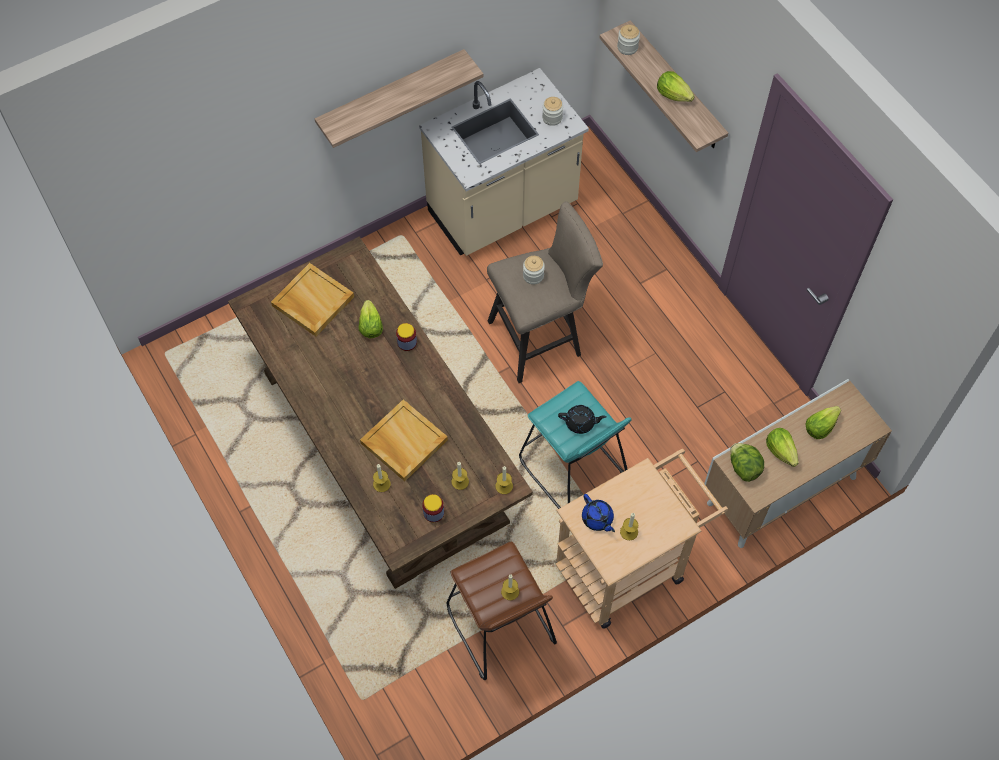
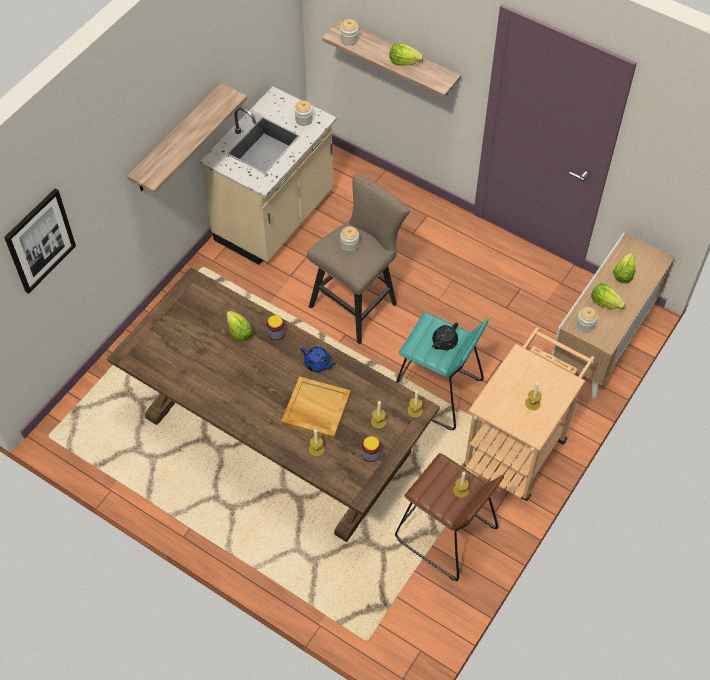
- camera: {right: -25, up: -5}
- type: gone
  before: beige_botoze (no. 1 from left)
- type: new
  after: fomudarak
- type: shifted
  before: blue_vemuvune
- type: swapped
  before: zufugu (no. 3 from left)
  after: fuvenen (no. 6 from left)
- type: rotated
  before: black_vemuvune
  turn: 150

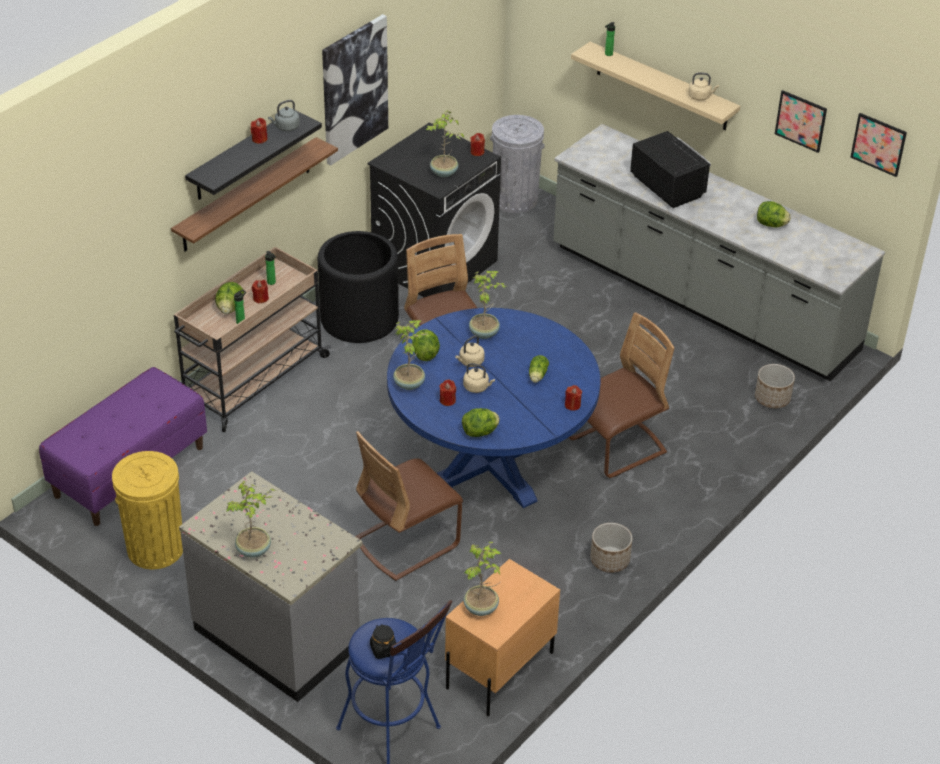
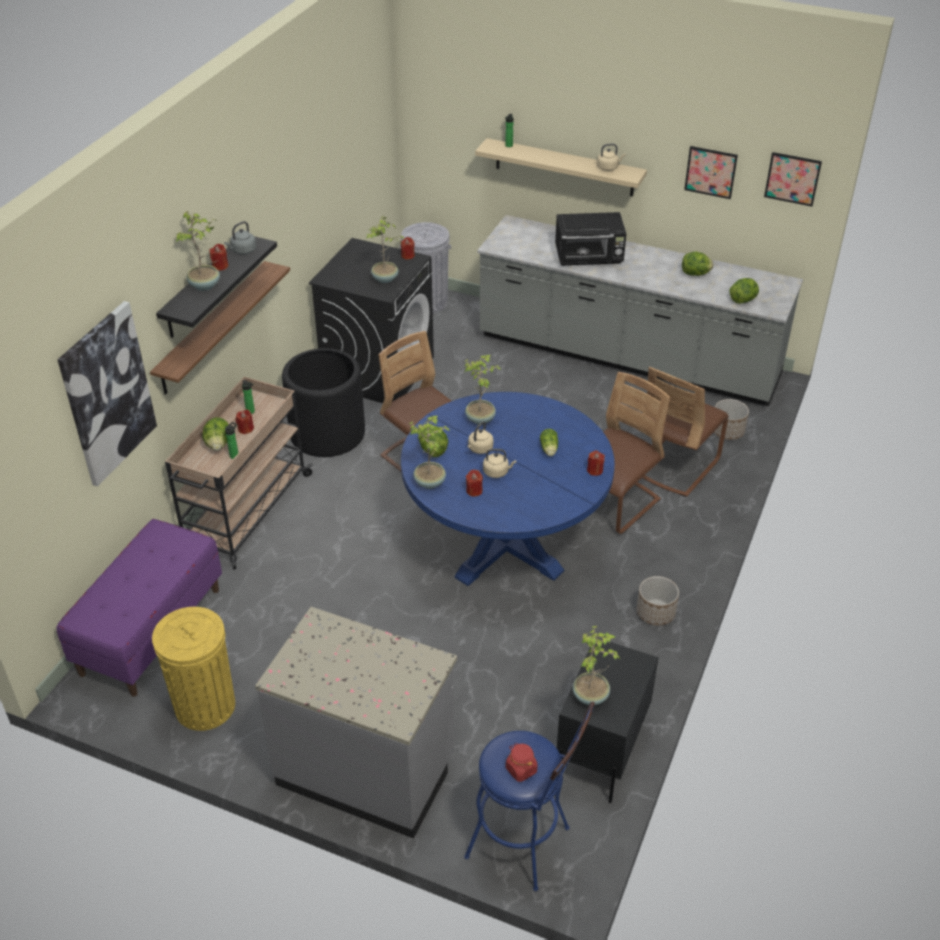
- camera: {right: -15, up: 0}
- type: shifted
  before: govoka (no. 1 from left)
- type: shifted
  before: fomudarak (no. 1 from left)
- type: shifted
  before: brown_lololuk (no. 1 from left in the first image)
  after: brown_lololuk (no. 3 from left)
- type: shifted
  before: zufugu (no. 3 from left in the first image)
  after: zufugu (no. 5 from left)
- type: repainted
  before: black_fuvenen
  after: red_fuvenen
- type: repainted
  before: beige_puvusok
  after: black_puvusok
- type: rotated
  before: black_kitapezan
  turn: 135

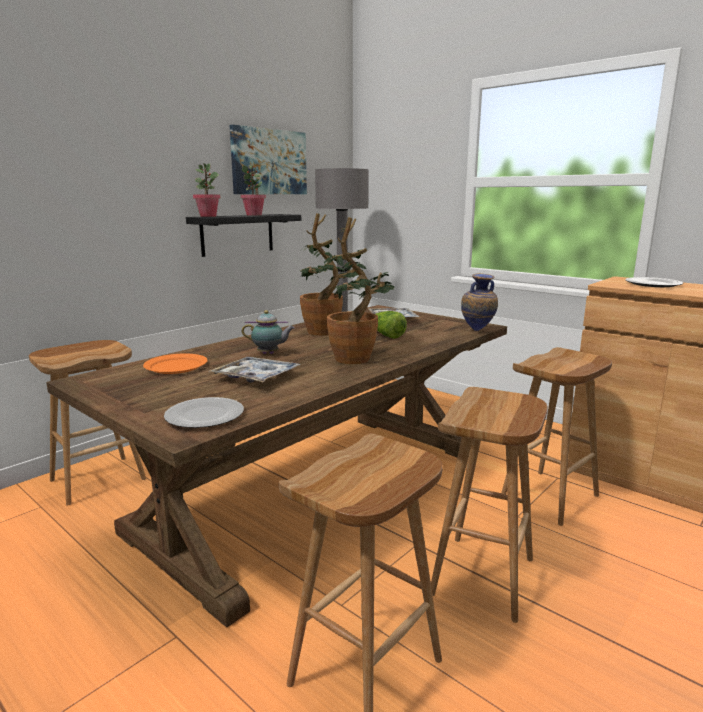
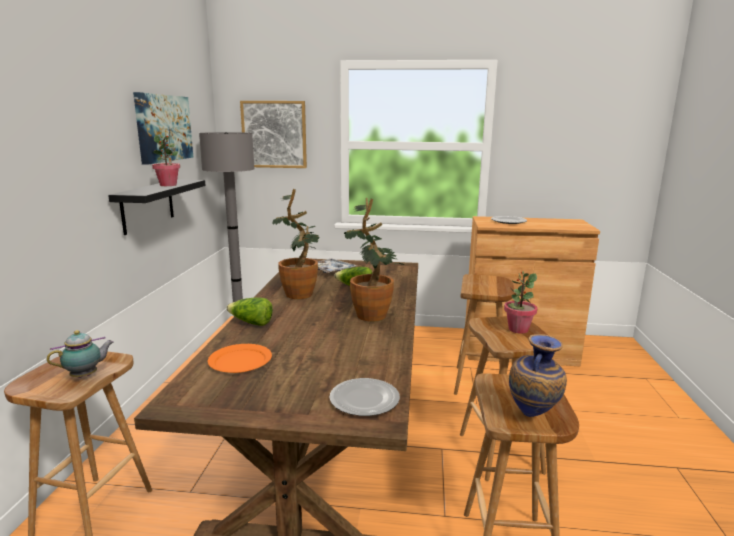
- camera: {right: -35, up: 0}
- type: gone
  before: botoze (no. 1 from left)
- type: new
  after: zufugu (no. 1 from left)
- type: new
  after: fomudarak (no. 2 from left)
- type: shifted
  before: govoka (no. 1 from left in the first image)
  after: govoka (no. 4 from left)
- type: shifted
  before: vemuvune
- type: shifted
  before: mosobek

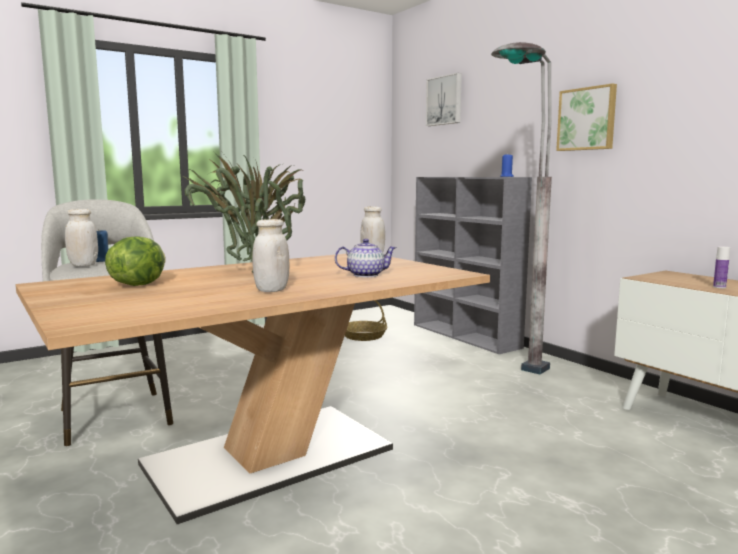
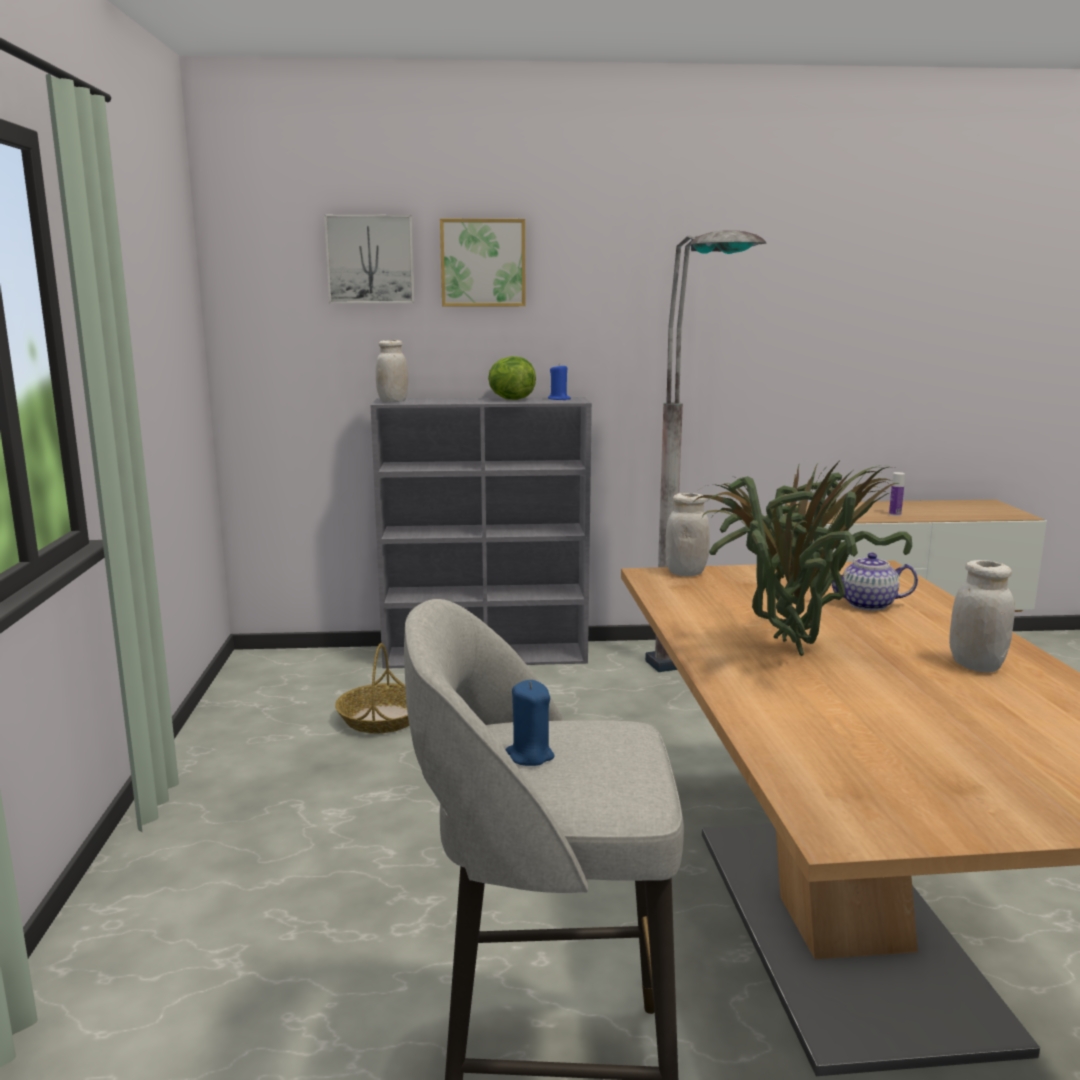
- camera: {right: -60, up: 5}
- type: shifted
  before: white_fuvenen (no. 1 from left)
- type: shifted
  before: zufugu
- type: shifted
  before: fomudarak (no. 2 from left)
- type: rotated
  before: vemuvune
  turn: -105

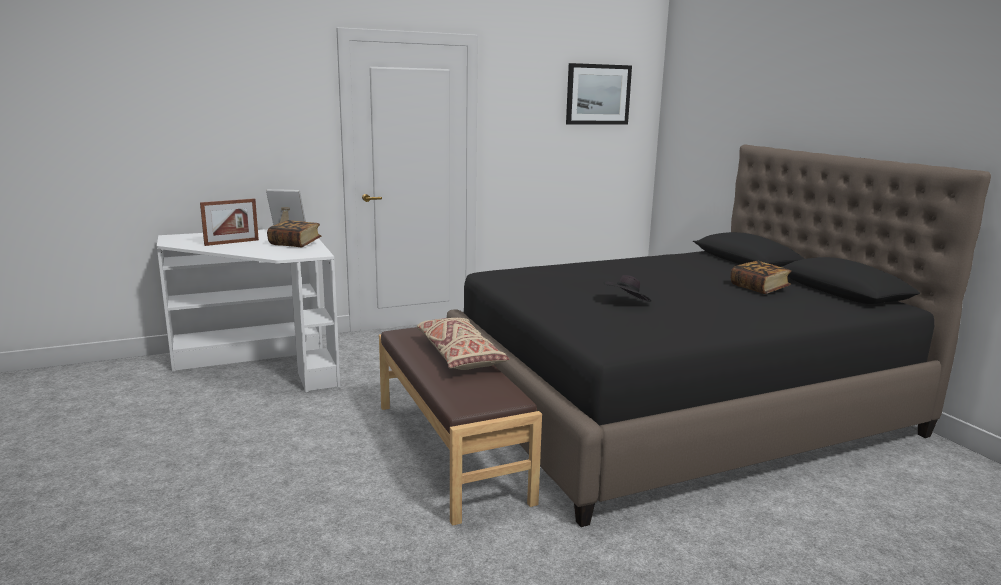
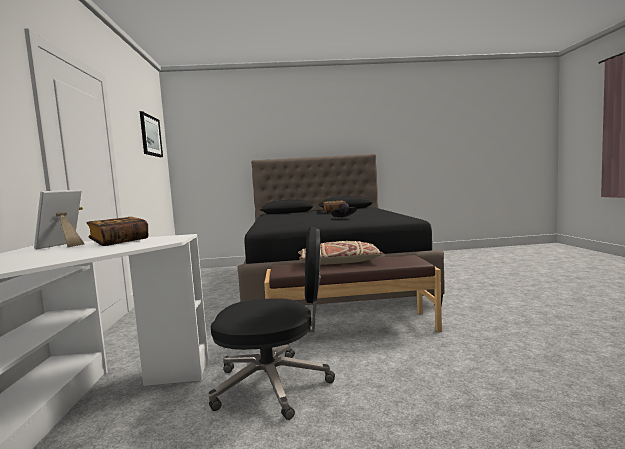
- camera: {right: -70, up: -10}
- type: gone
  before: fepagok (no. 1 from left)
- type: new
  after: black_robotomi

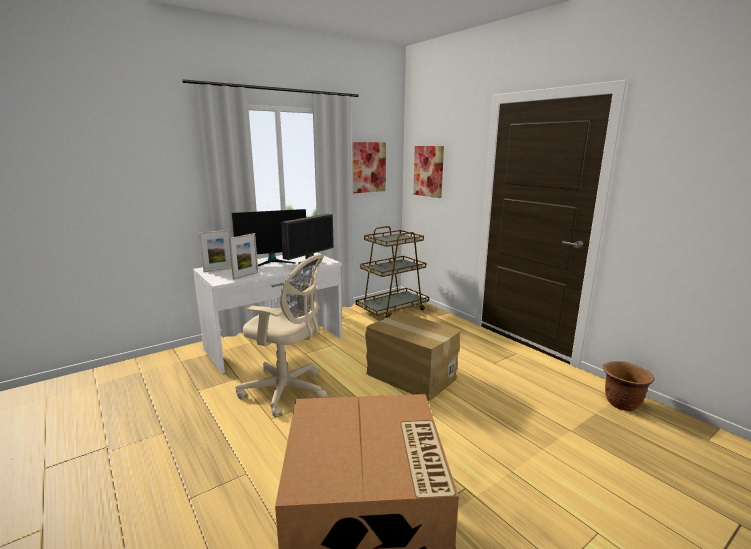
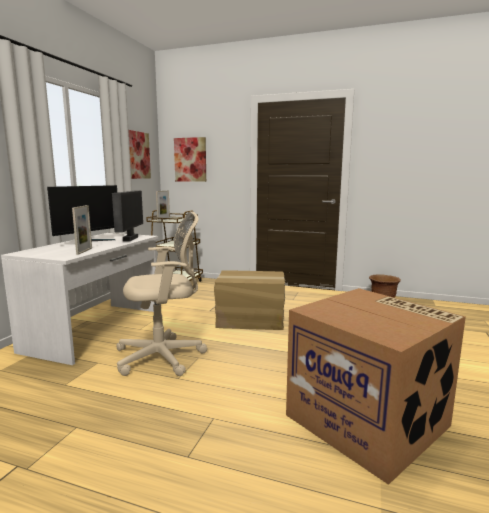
- camera: {right: -35, up: -5}
- type: shifted
  before: fepagok (no. 1 from left in the first image)
  after: fepagok (no. 2 from left)

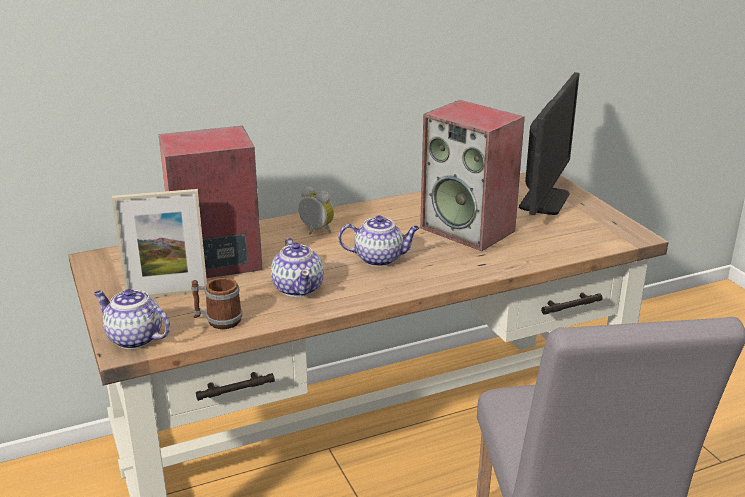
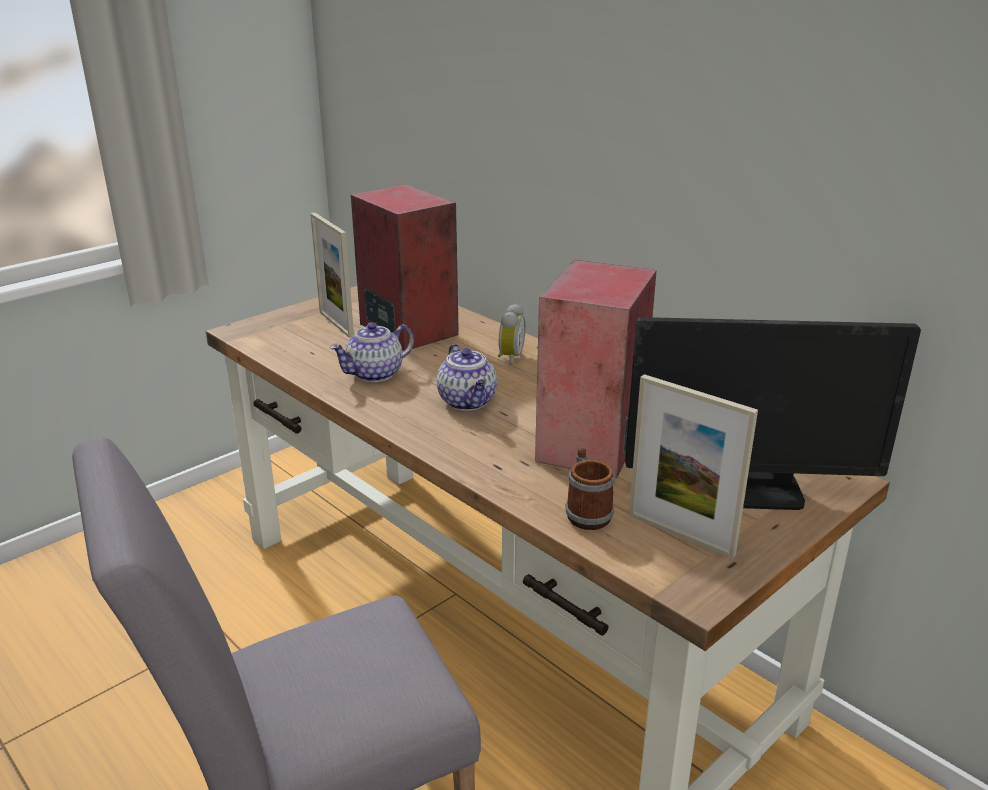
- camera: {right: 70, up: 0}
- type: gone
  before: vemuvune (no. 1 from left)
- type: new
  after: fepagok (no. 2 from left)
- type: shifted
  before: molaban

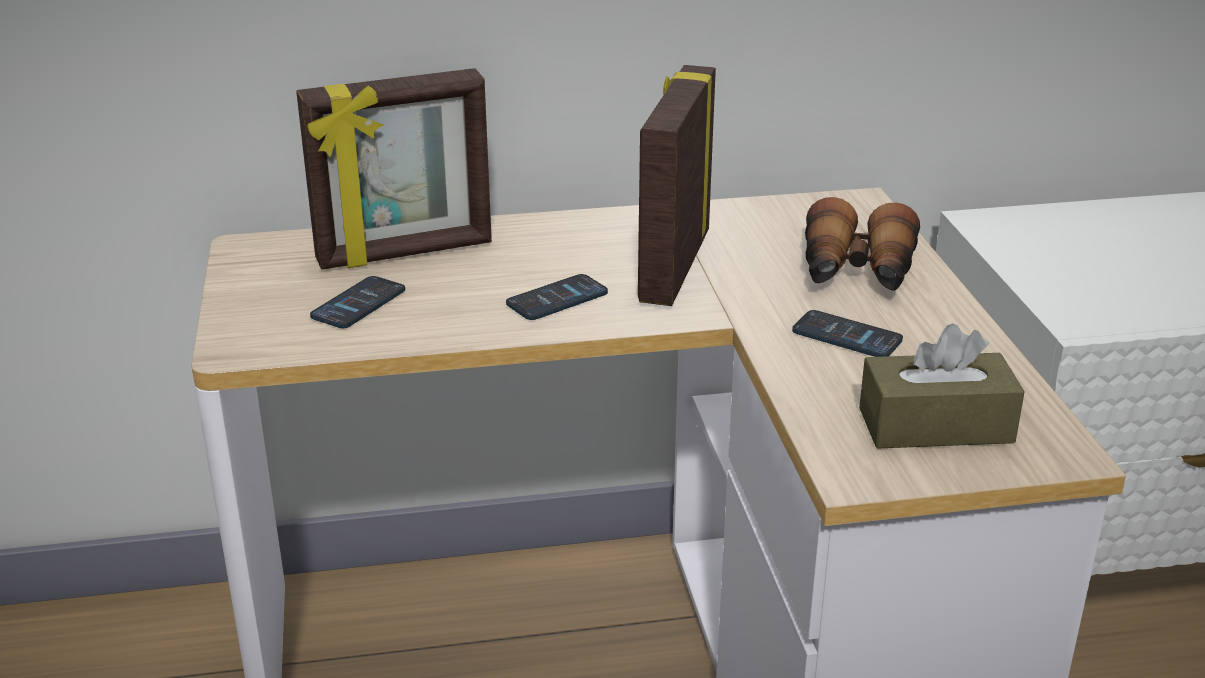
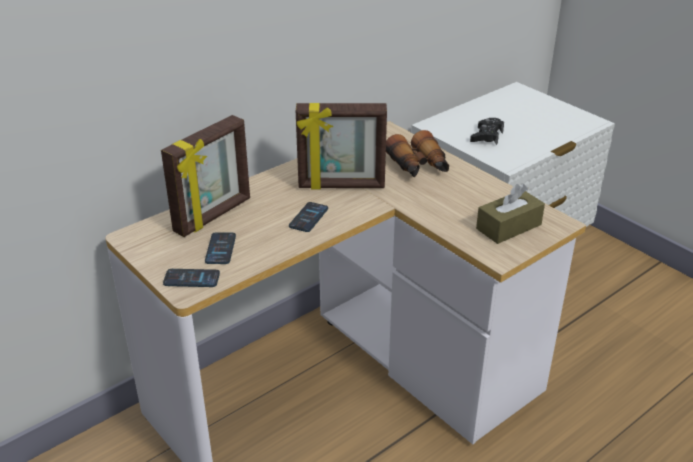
- camera: {right: -30, up: 5}
- type: new
  after: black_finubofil
- type: shifted
  before: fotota (no. 3 from left in the first image)
  after: fotota (no. 1 from left)
- type: rotated
  before: fepagok (no. 2 from left)
  turn: -75

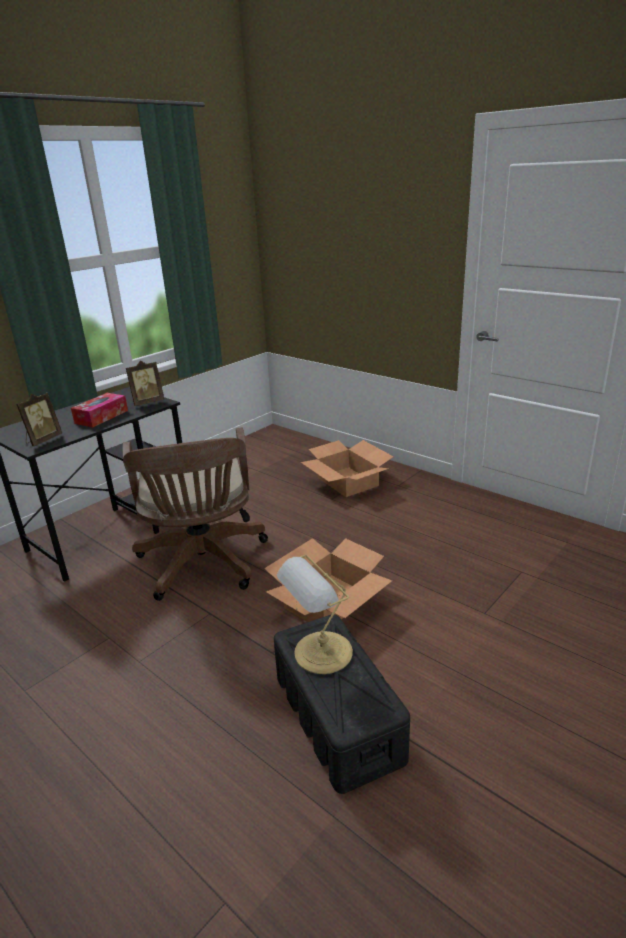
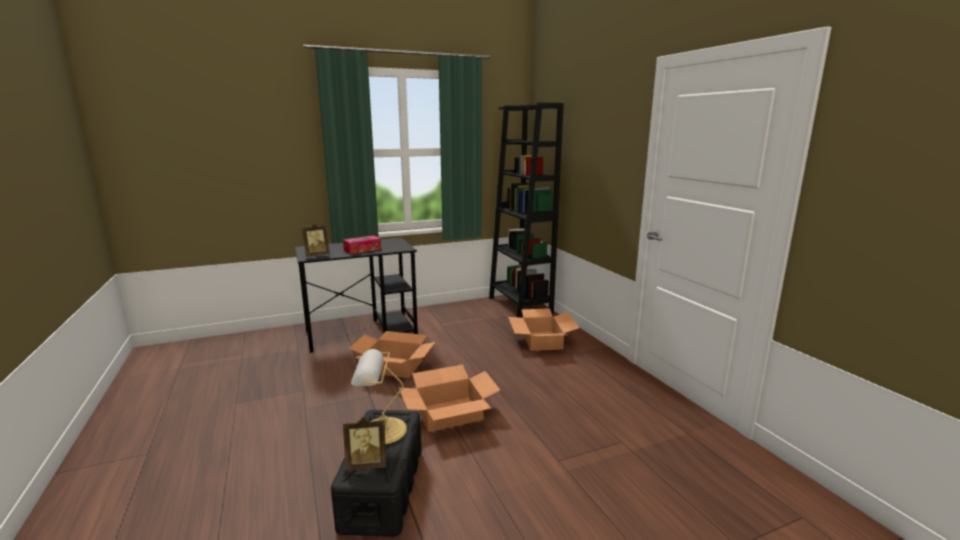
- camera: {right: 25, up: -10}
- type: new
  after: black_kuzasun
- type: shifted
  before: fepagok (no. 2 from left)
- type: swapped
  before: brown_robotomi
  after: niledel (no. 1 from left)

